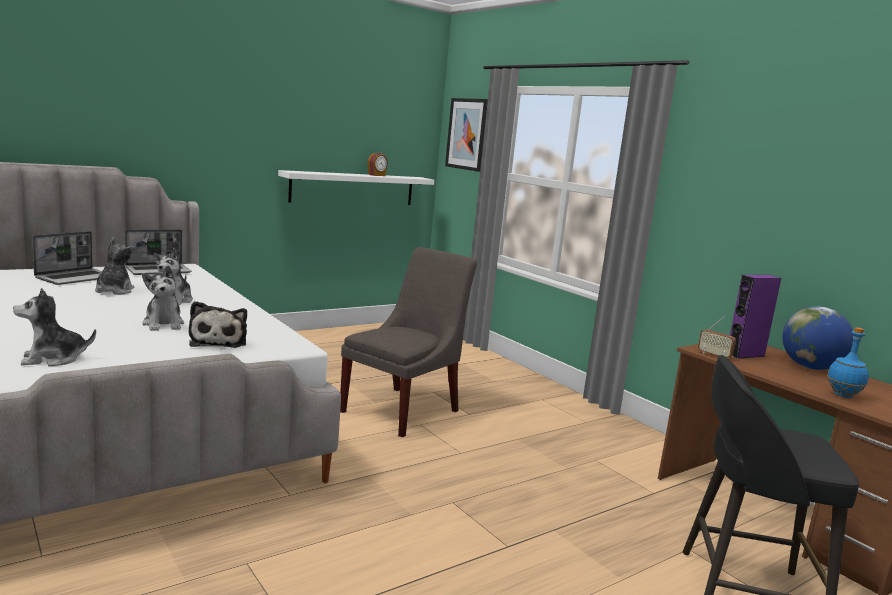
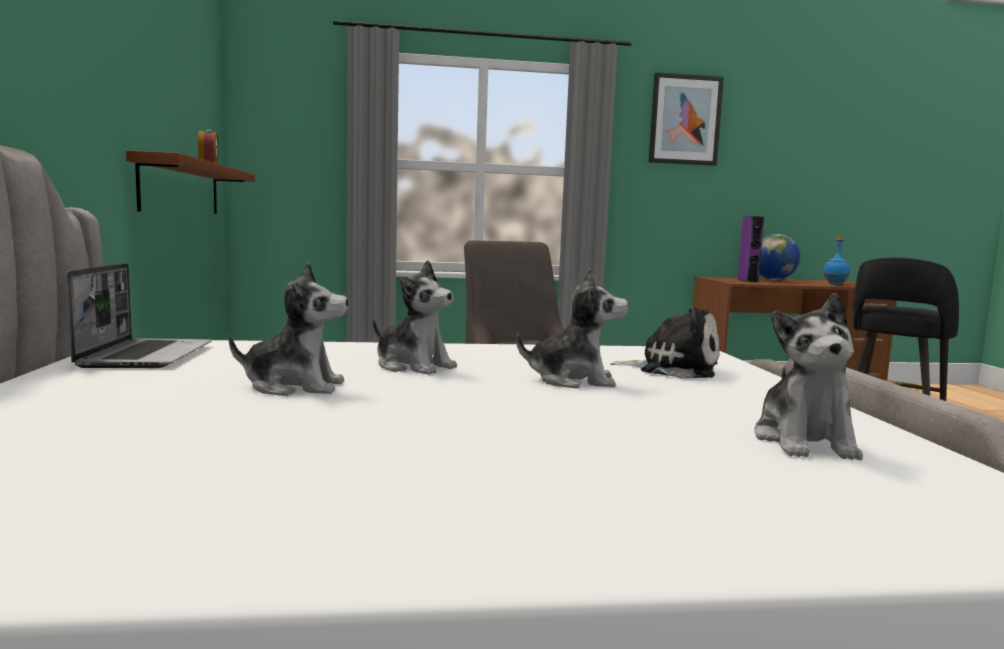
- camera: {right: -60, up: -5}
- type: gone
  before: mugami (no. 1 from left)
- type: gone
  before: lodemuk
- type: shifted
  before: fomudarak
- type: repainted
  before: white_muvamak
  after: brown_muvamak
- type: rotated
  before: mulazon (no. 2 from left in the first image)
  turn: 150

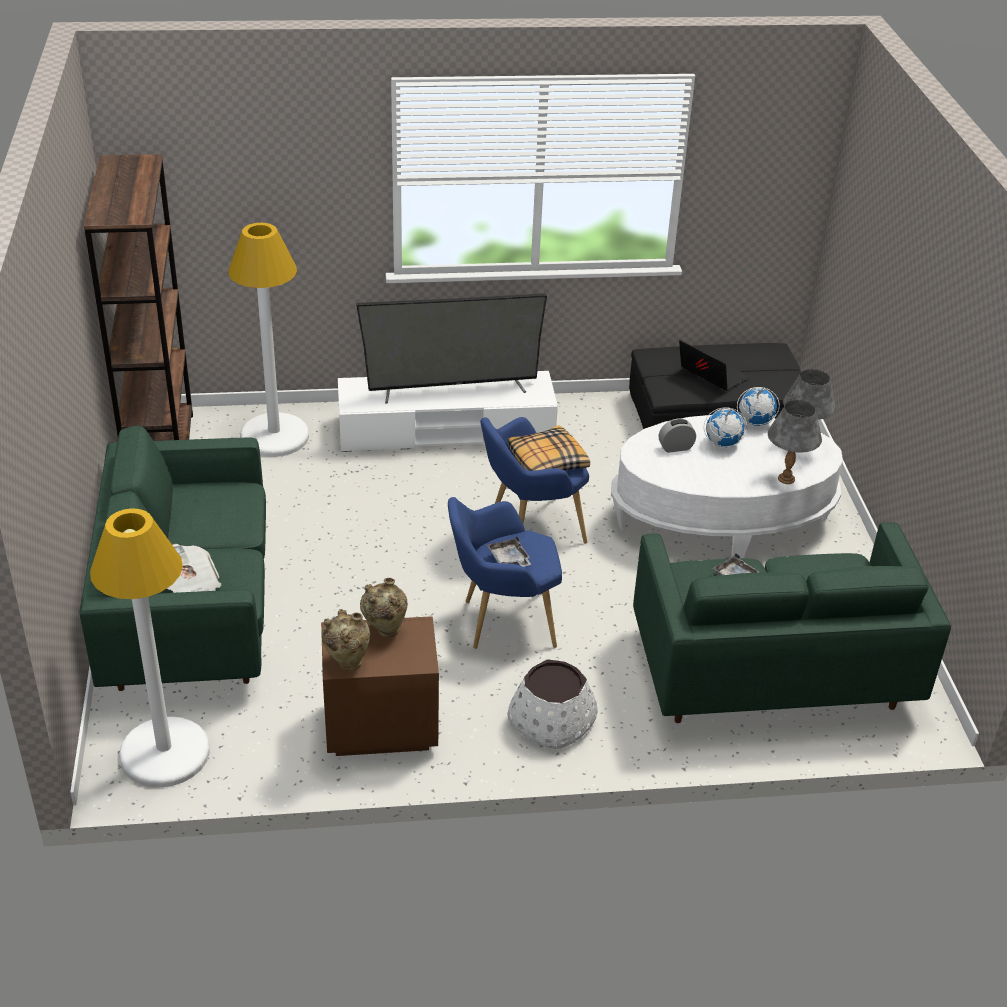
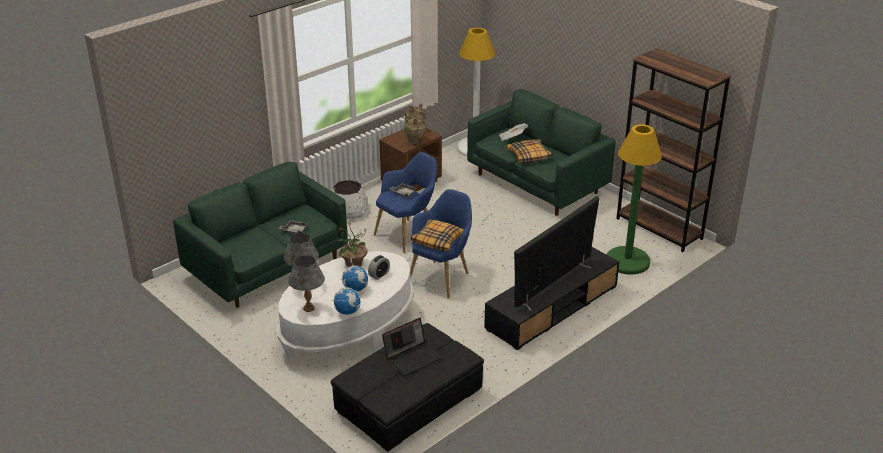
- camera: {right: 145, up: -5}
- type: new
  after: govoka
- type: new
  after: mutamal (no. 2 from left)
- type: repainted
  before: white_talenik (no. 2 from left)
  after: green_talenik
- type: repainted
  before: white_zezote
  after: black_zezote
- type: rotated
  before: mugami
  turn: -45

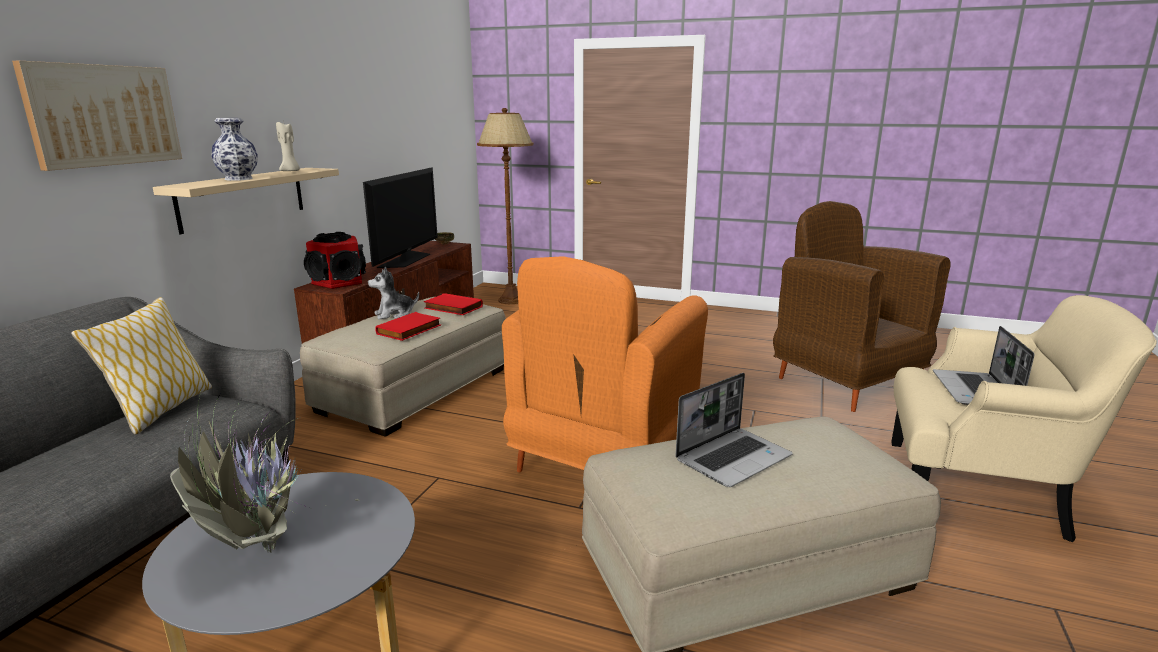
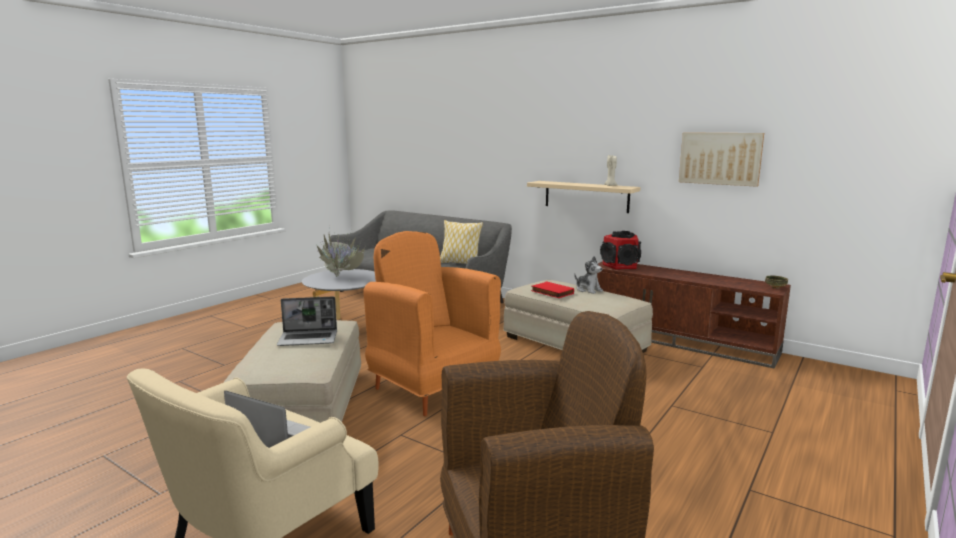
- camera: {right: 105, up: -5}
- type: gone
  before: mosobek
- type: gone
  before: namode
- type: gone
  before: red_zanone (no. 2 from left)
- type: gone
  before: brown_talenik
- type: shifted
  before: fomudarak
- type: rotated
  before: mulazon
  turn: 150
- type: rotated
  before: mugami (no. 1 from left in the first image)
  turn: -75

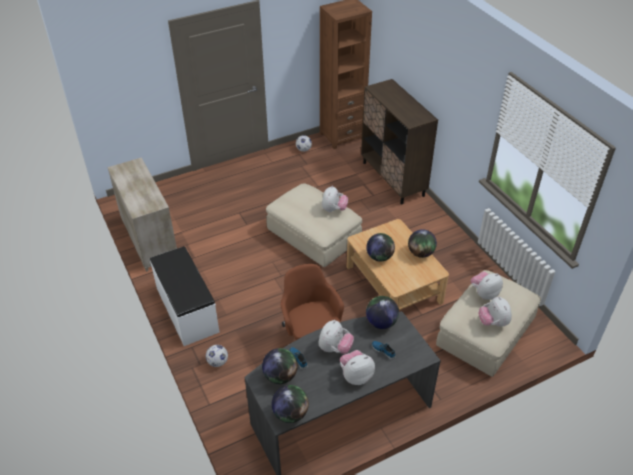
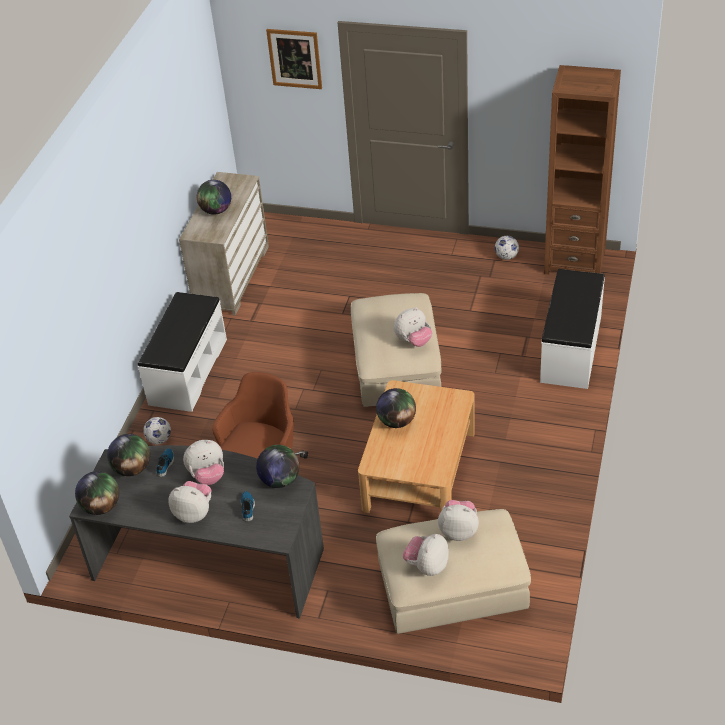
- camera: {right: 45, up: 0}
- type: new
  after: fomudarak
- type: shifted
  before: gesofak (no. 5 from left in the first image)
  after: gesofak (no. 3 from left)
- type: swapped
  before: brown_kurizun
  after: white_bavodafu (no. 2 from left)

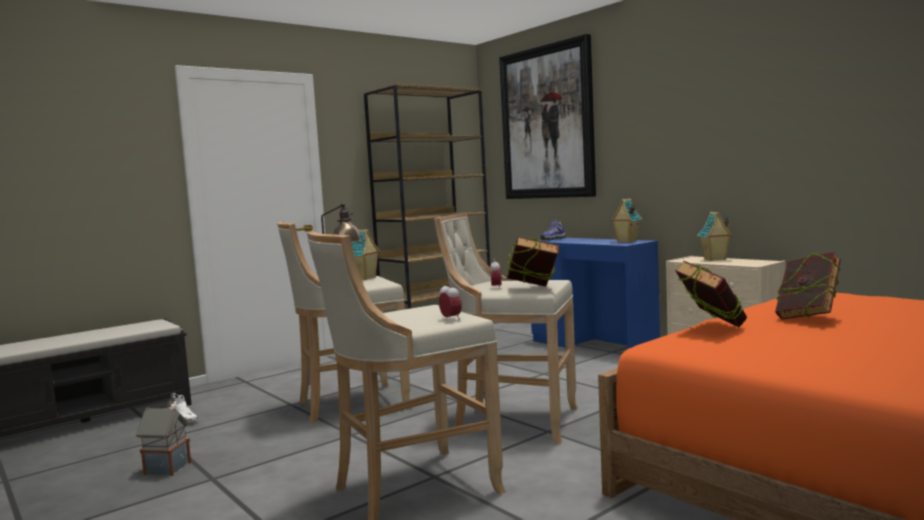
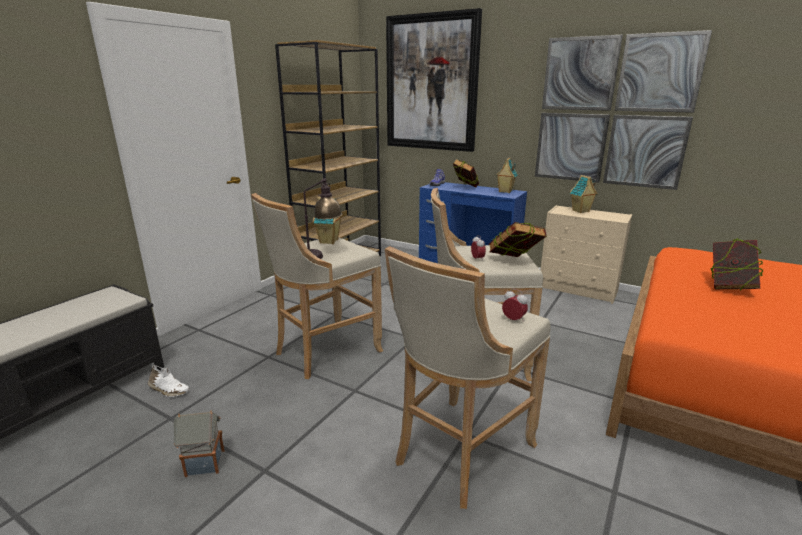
- camera: {right: -20, up: 15}
- type: new
  after: fomudarak (no. 2 from left)
- type: shifted
  before: zanone (no. 2 from left in the first image)
  after: zanone (no. 1 from left)

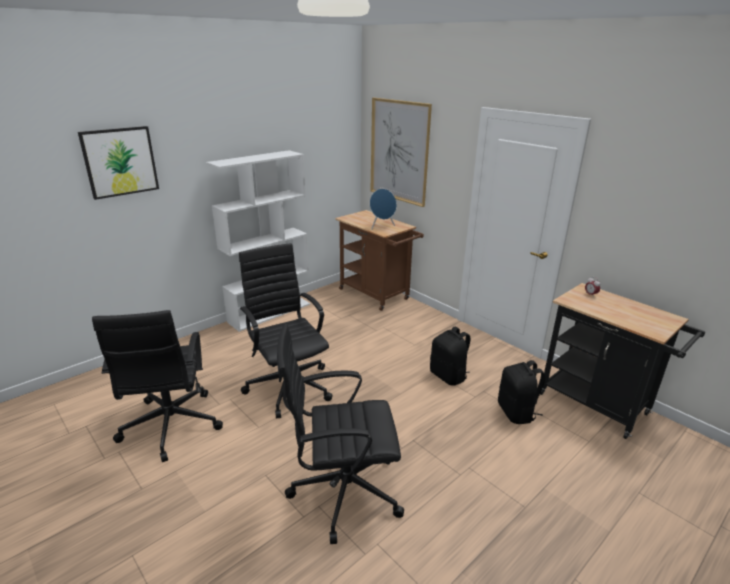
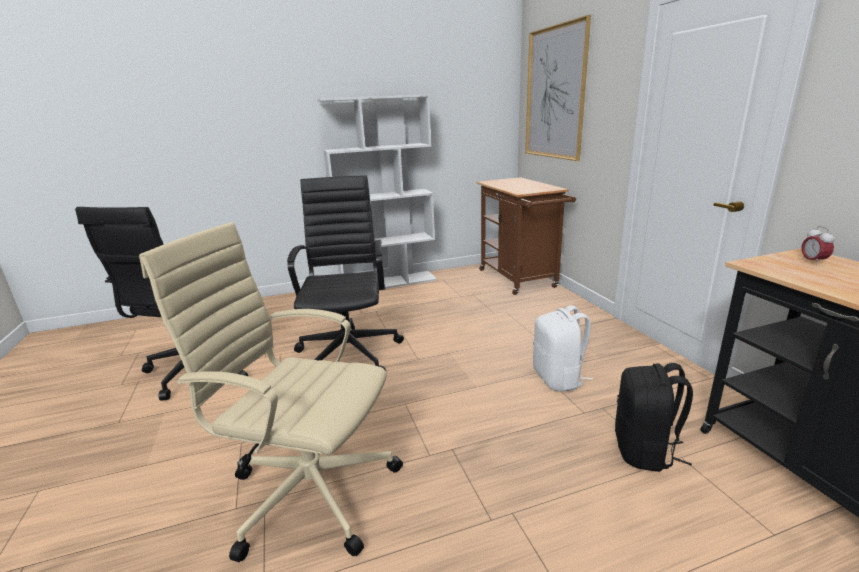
- camera: {right: 25, up: -5}
- type: gone
  before: fomudarak (no. 1 from left)
- type: gone
  before: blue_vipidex
- type: repainted
  before: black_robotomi (no. 3 from left)
  after: beige_robotomi
- type: repainted
  before: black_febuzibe (no. 1 from left)
  after: white_febuzibe

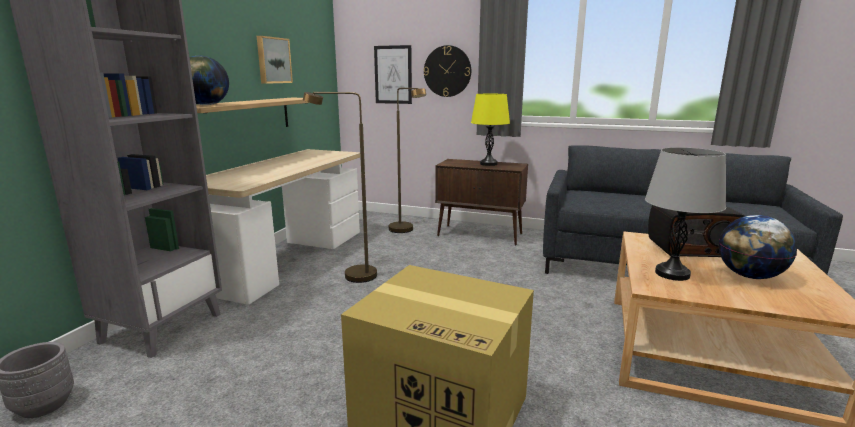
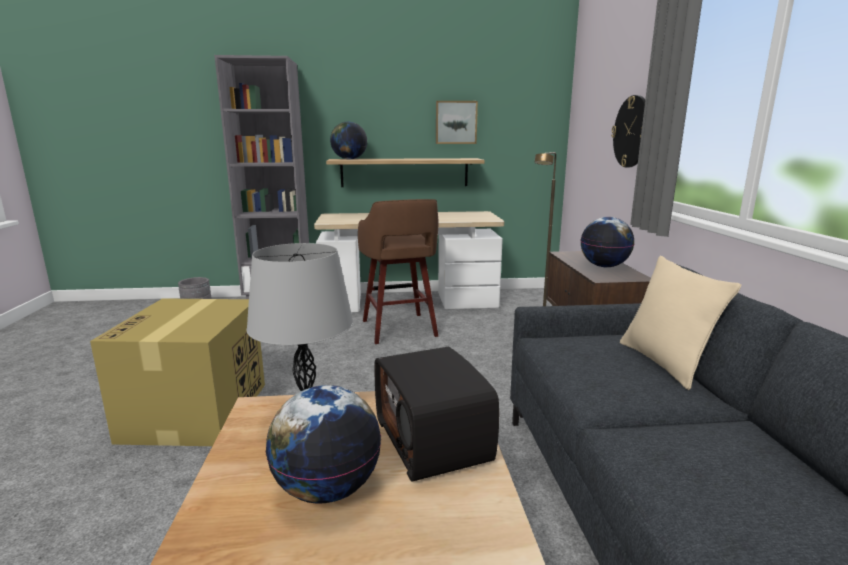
- camera: {right: 65, up: 0}
- type: gone
  before: fomudarak (no. 2 from left)
- type: new
  after: beige_mutamal
- type: swapped
  before: brown_talenik (no. 1 from left)
  after: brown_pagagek
- type: swapped
  before: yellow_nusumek
  after: gesofak (no. 3 from left)

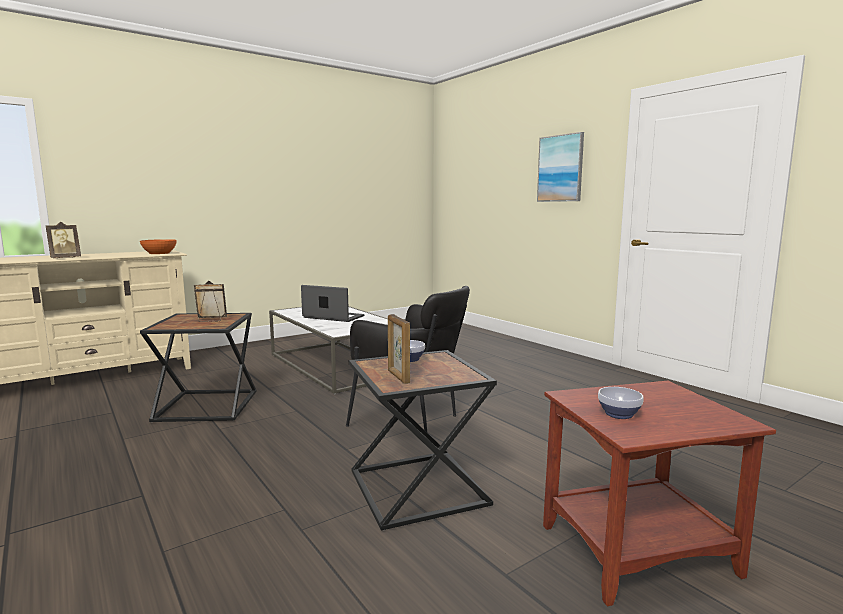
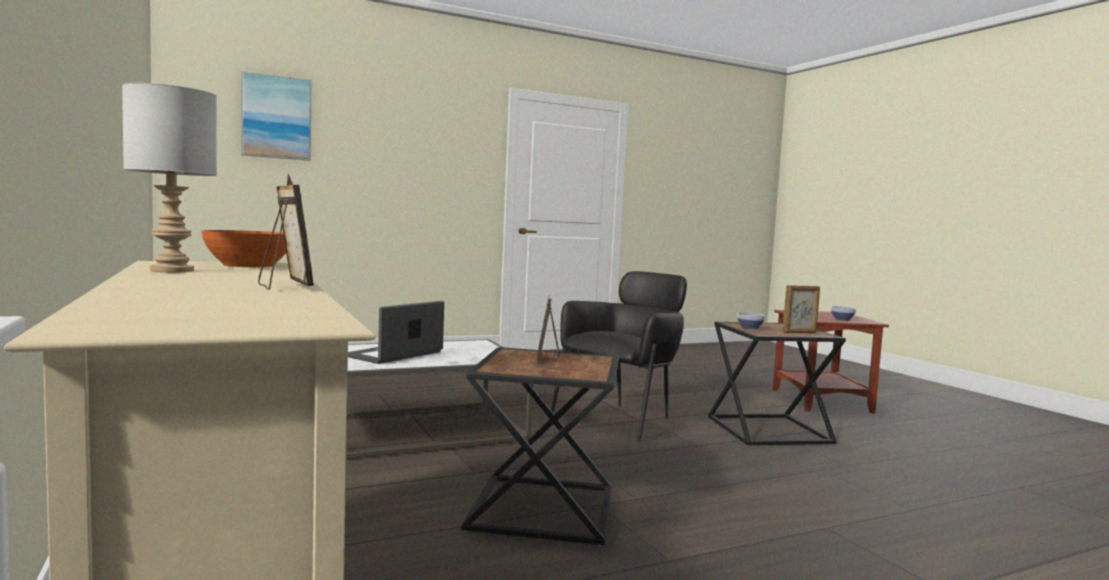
- camera: {right: -80, up: -5}
- type: new
  after: grey_nusumek
- type: shifted
  before: fomudarak

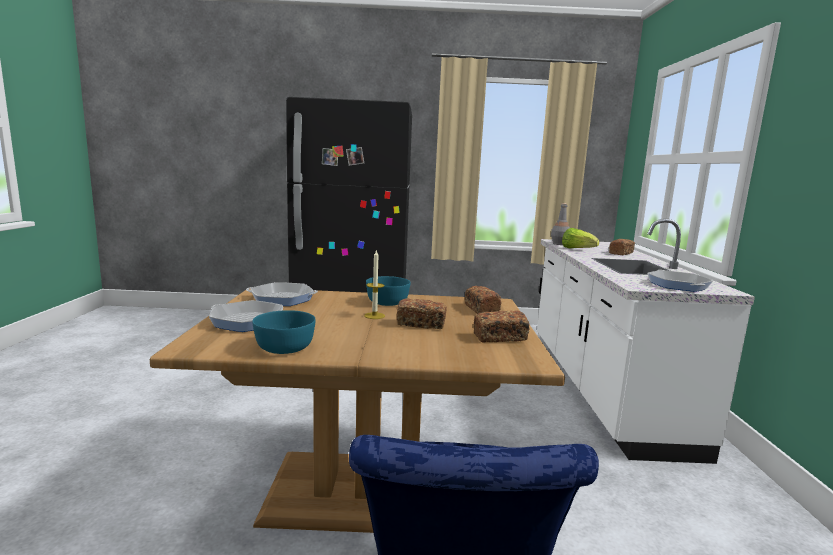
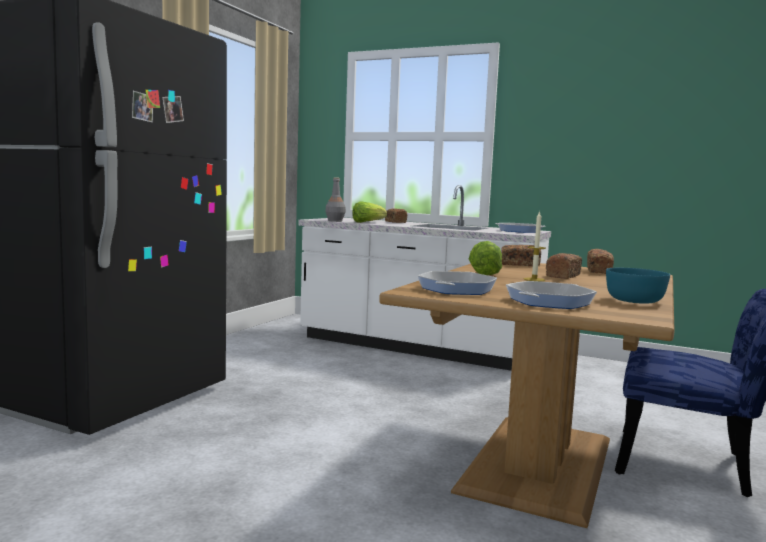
- camera: {right: -65, up: -5}
- type: swapped
  before: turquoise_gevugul (no. 2 from left)
  after: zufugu (no. 2 from left)

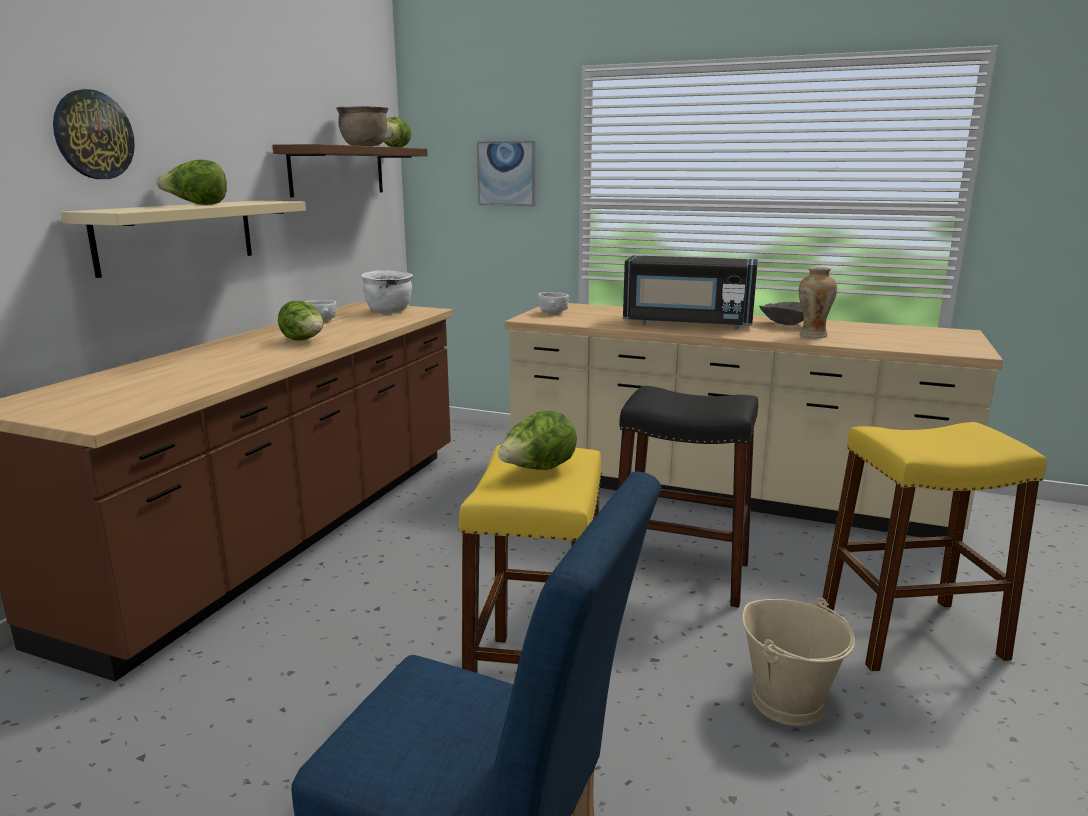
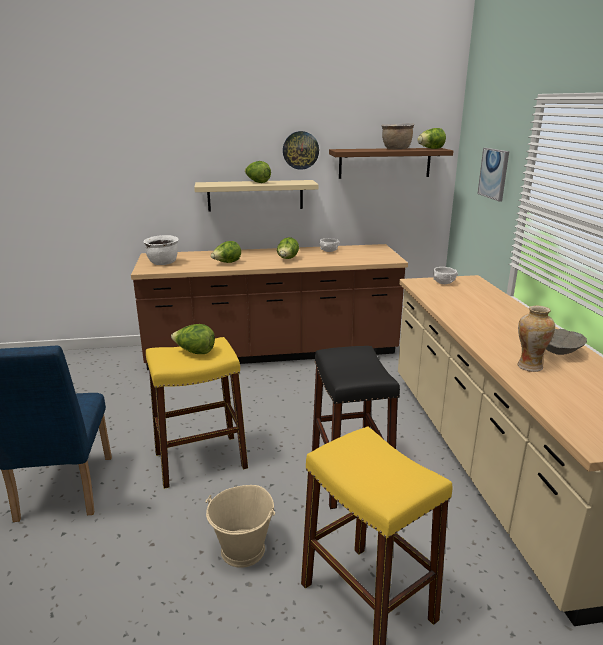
- camera: {right: 60, up: 5}
- type: gone
  before: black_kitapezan
- type: new
  after: zufugu (no. 2 from left)
- type: shifted
  before: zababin
- type: shifted
  before: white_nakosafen

